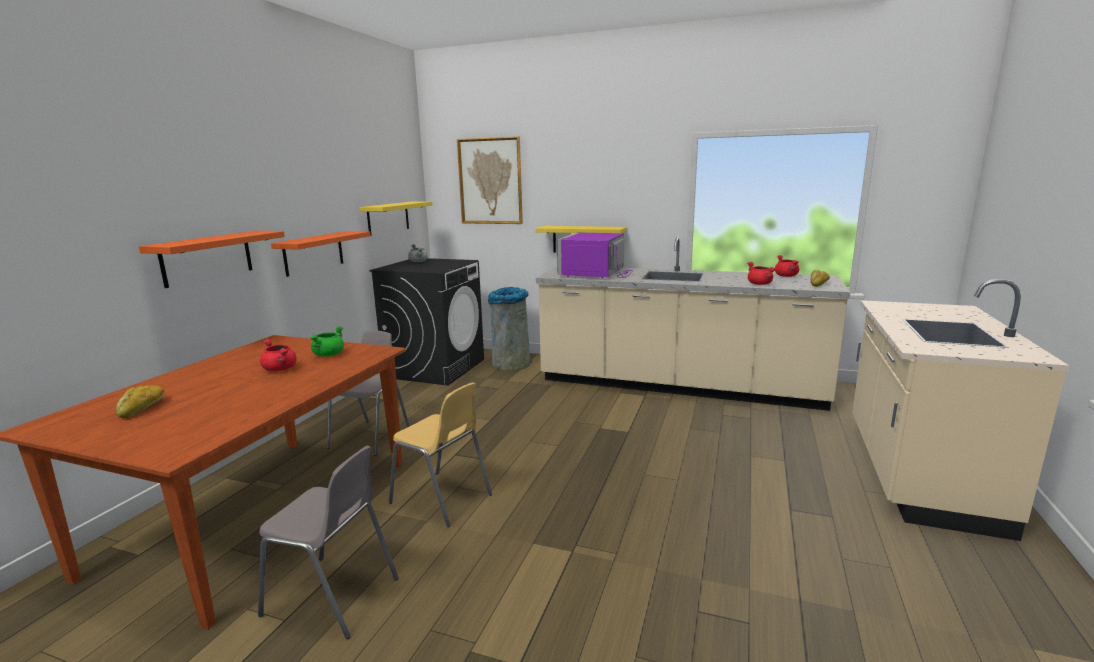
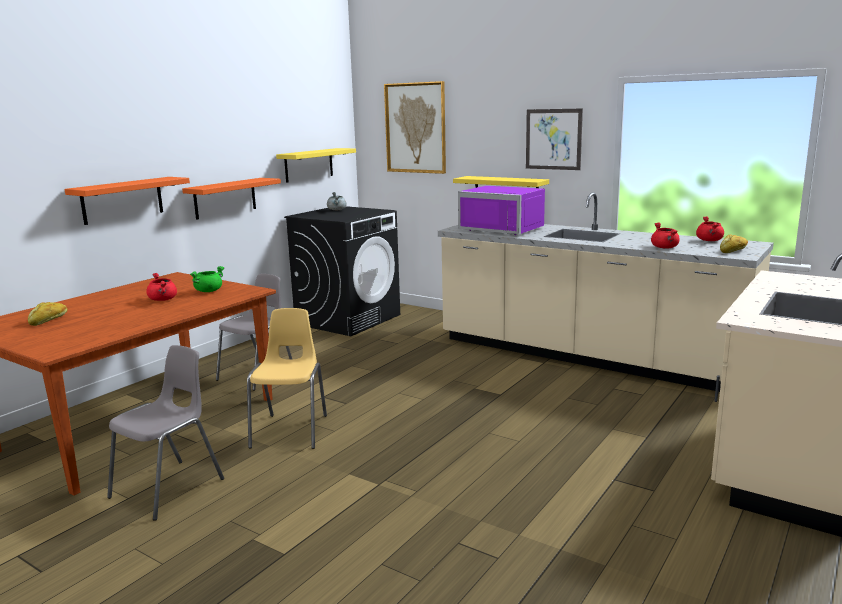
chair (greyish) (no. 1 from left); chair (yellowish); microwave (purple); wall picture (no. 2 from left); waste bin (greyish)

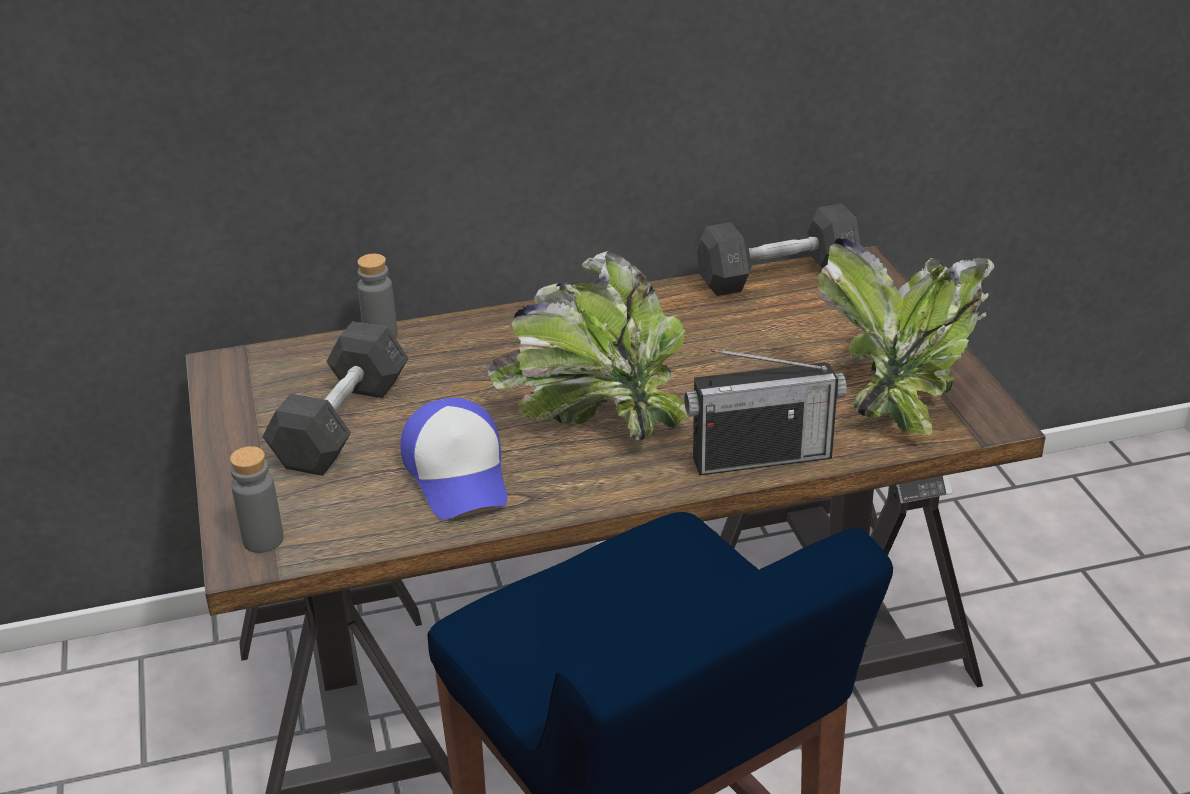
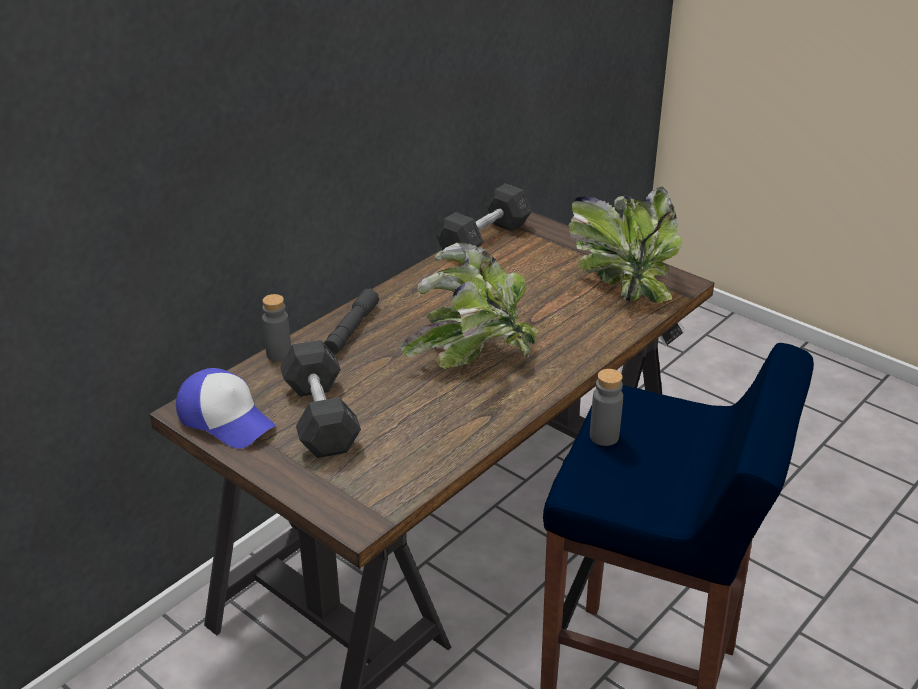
peaked cap; hand torch (greyish); beverage bottle (greyish) (no. 2 from left); radio set

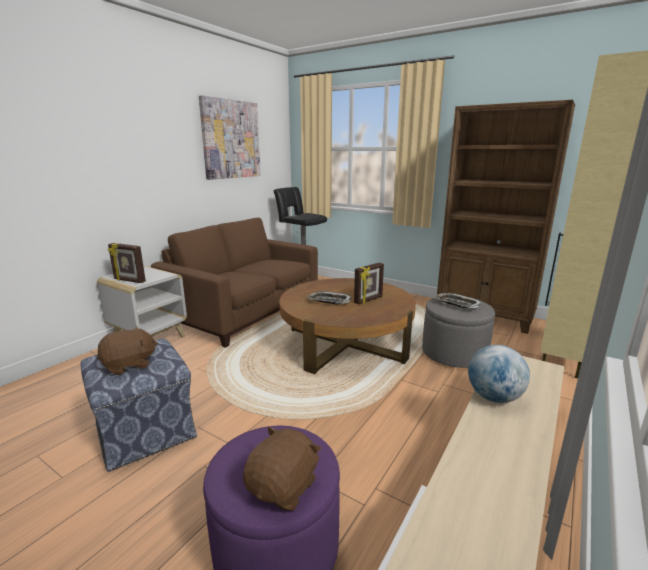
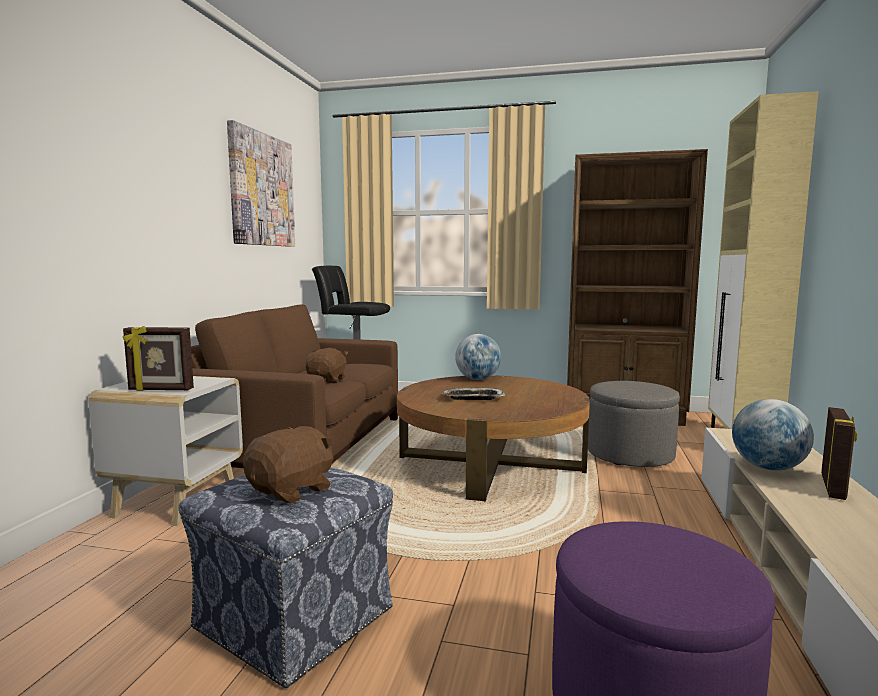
cuddly toy (brownish) (no. 2 from left); world globe (no. 1 from left); photo frame (no. 2 from left); carrying tray (no. 2 from left in the first image)

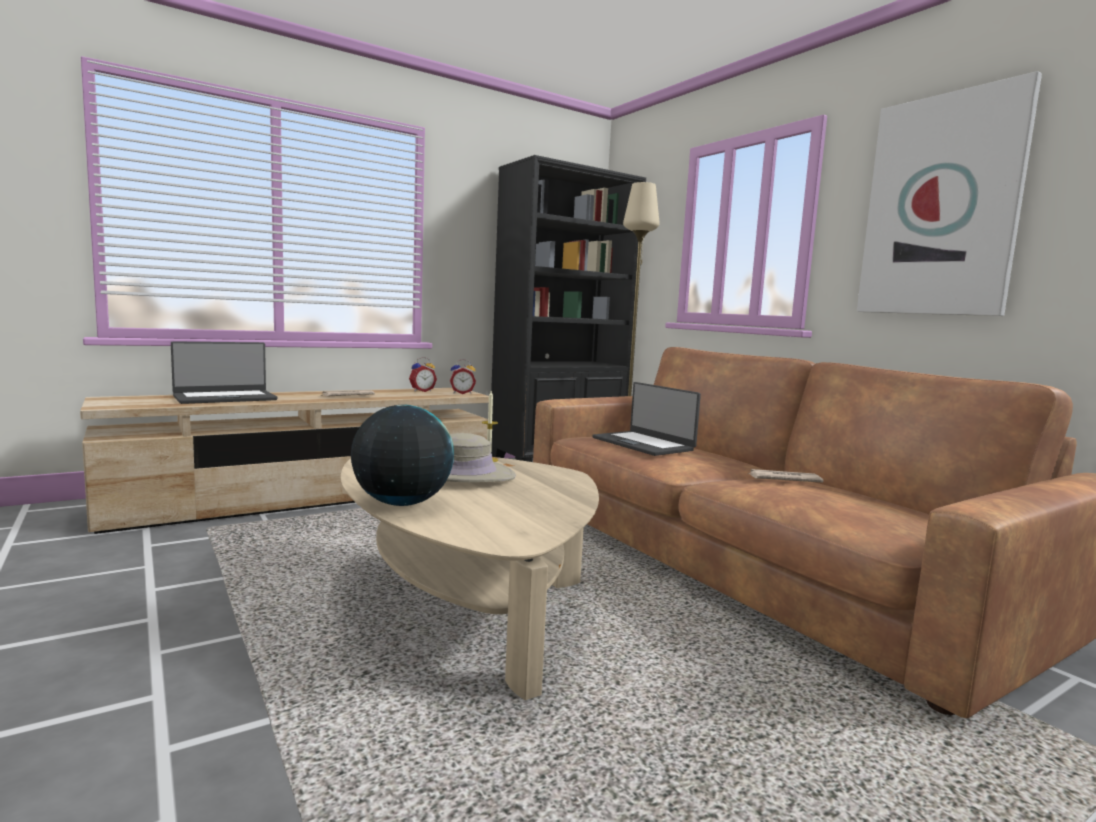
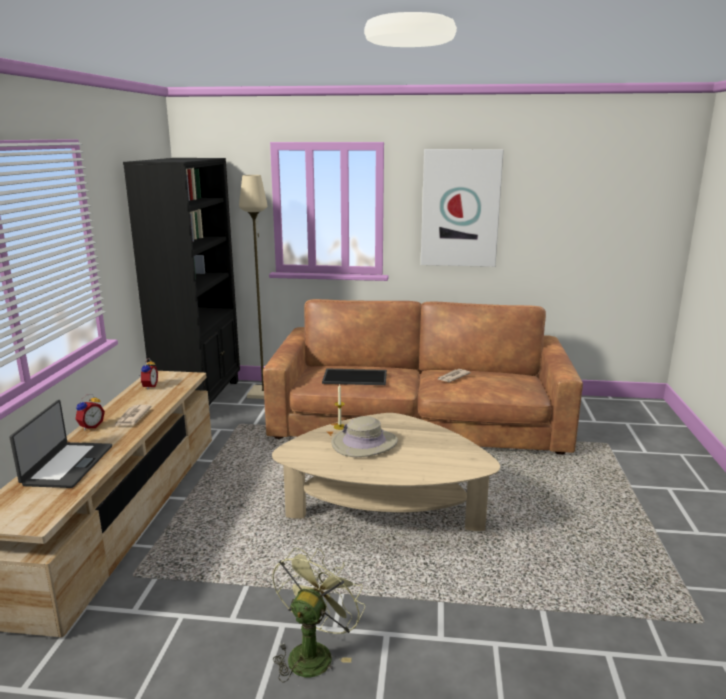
alarm clock (no. 1 from left); cooling fan (greenish); carrying tray; world globe

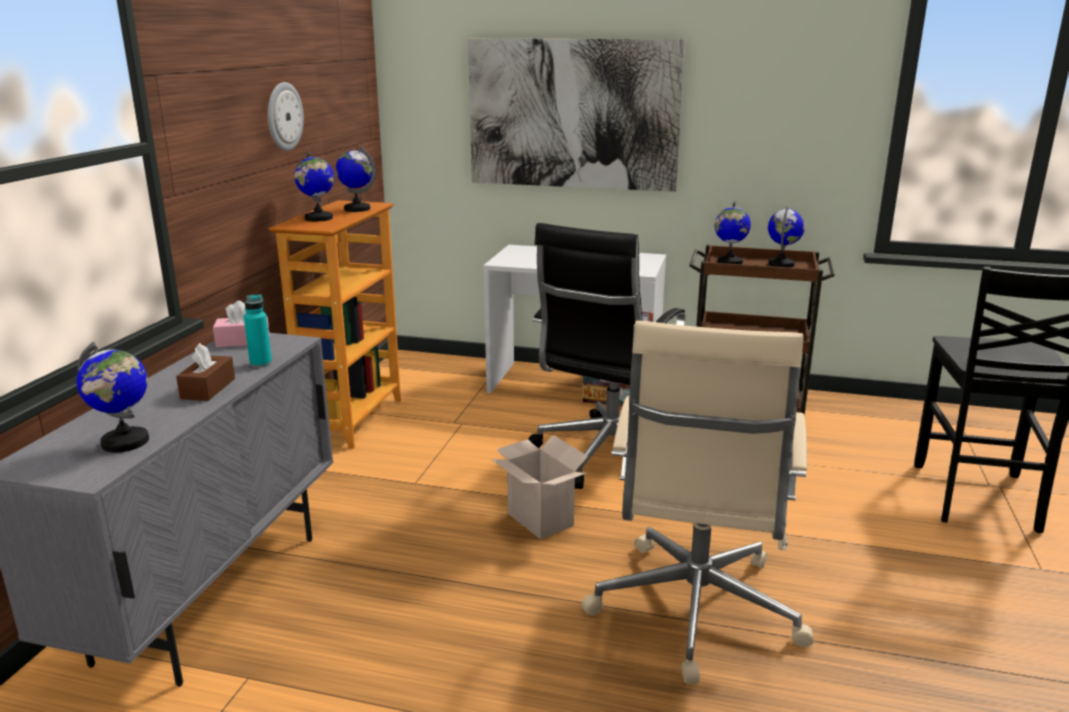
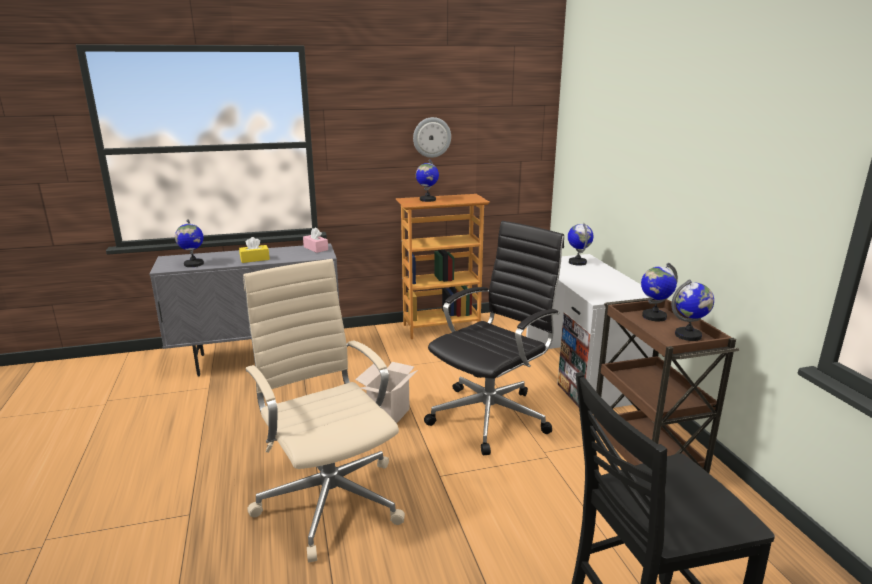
box of tissues (yellowish); office chair (beige); office chair (blackish); world globe (no. 3 from left); beverage bottle (turquoise-coloured); wall picture

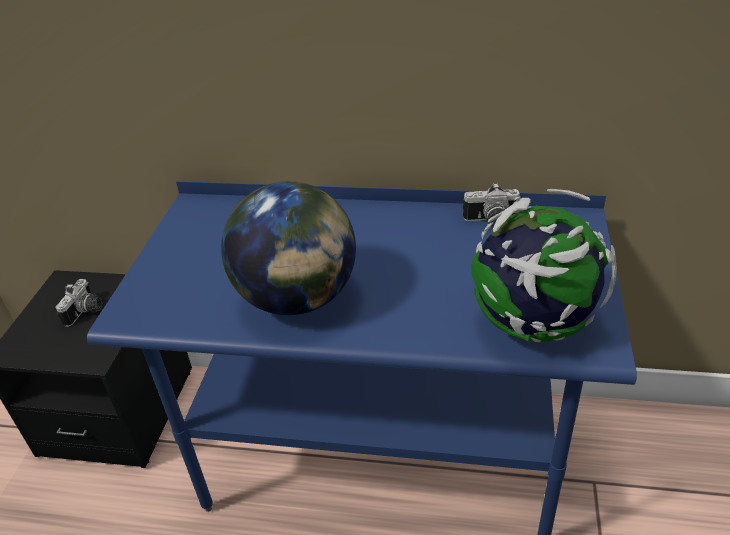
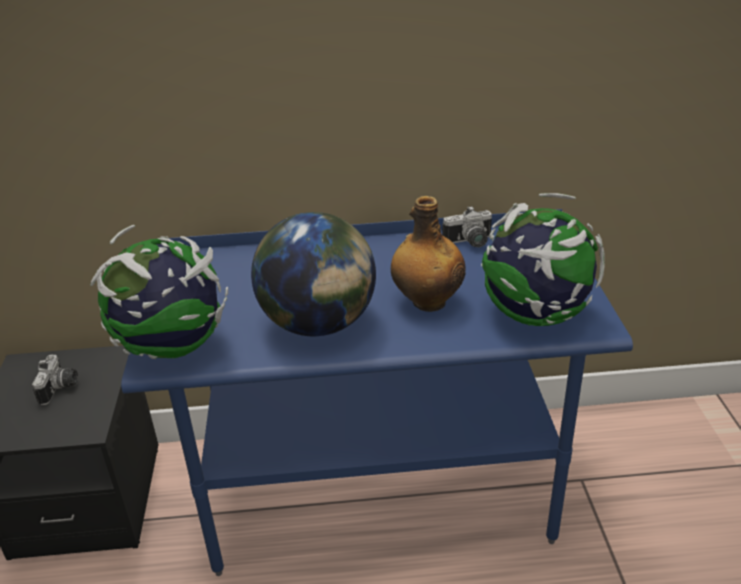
world globe (no. 1 from left); beverage bottle

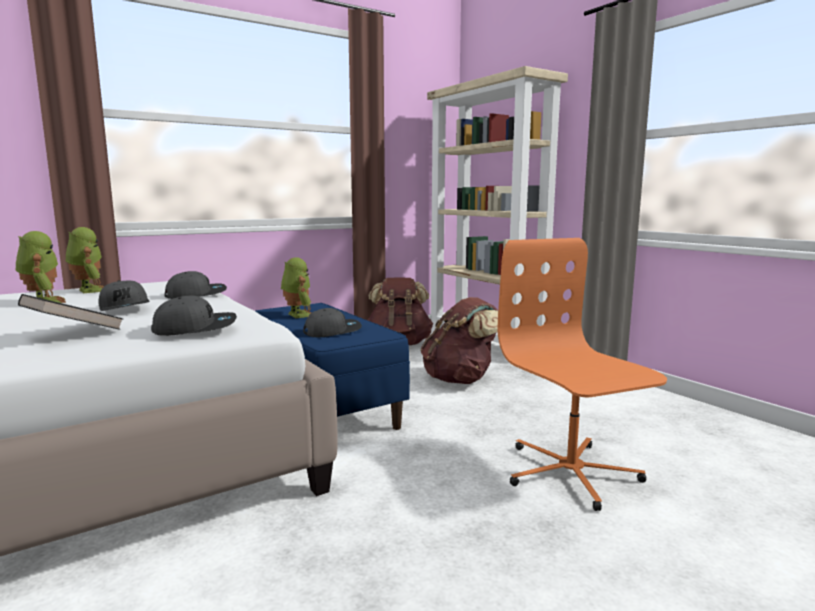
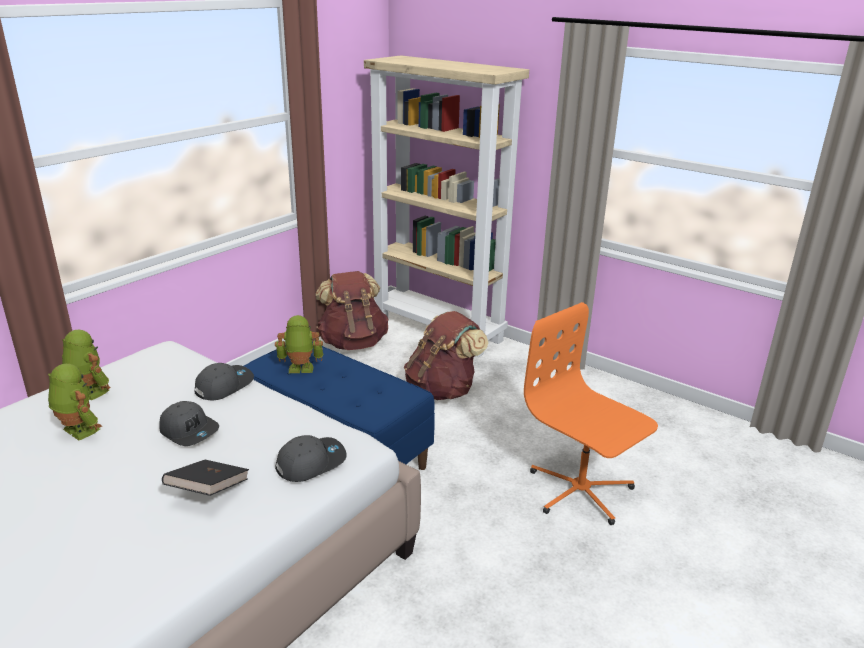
toy robot (no. 3 from left); peaked cap (greyish) (no. 4 from left in the first image)

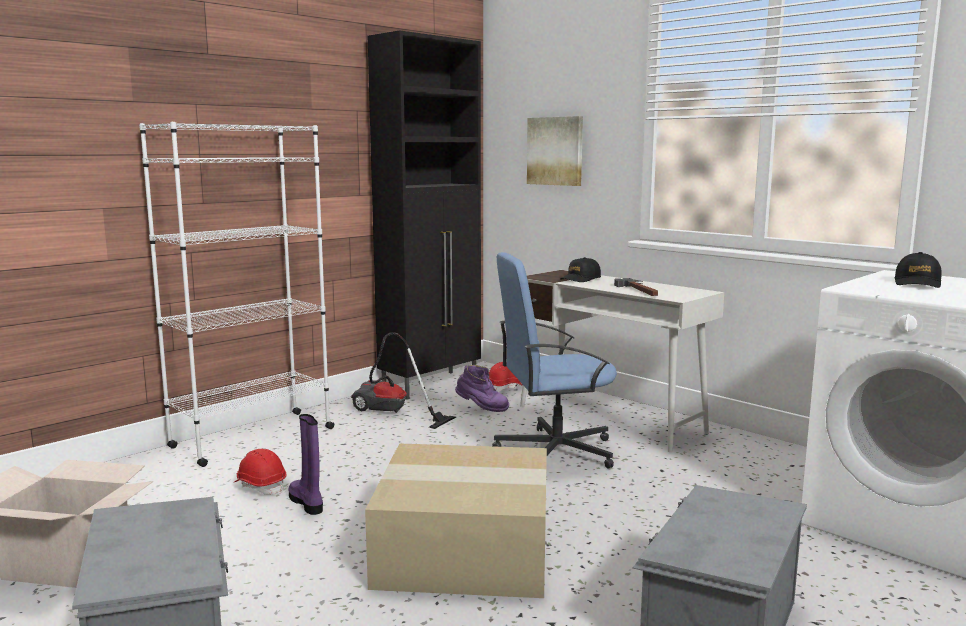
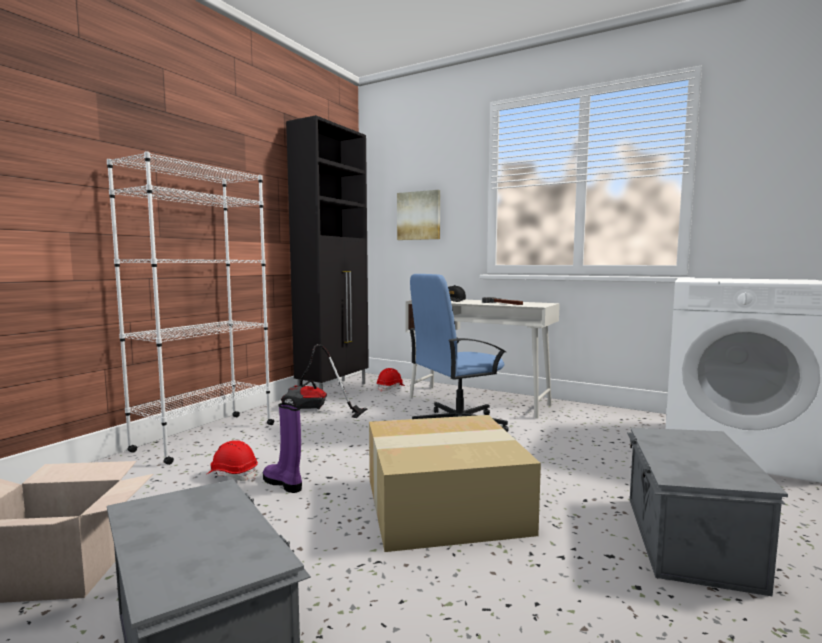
high-top boot (purple) (no. 2 from left in the first image); peaked cap (blackish) (no. 2 from left in the first image)

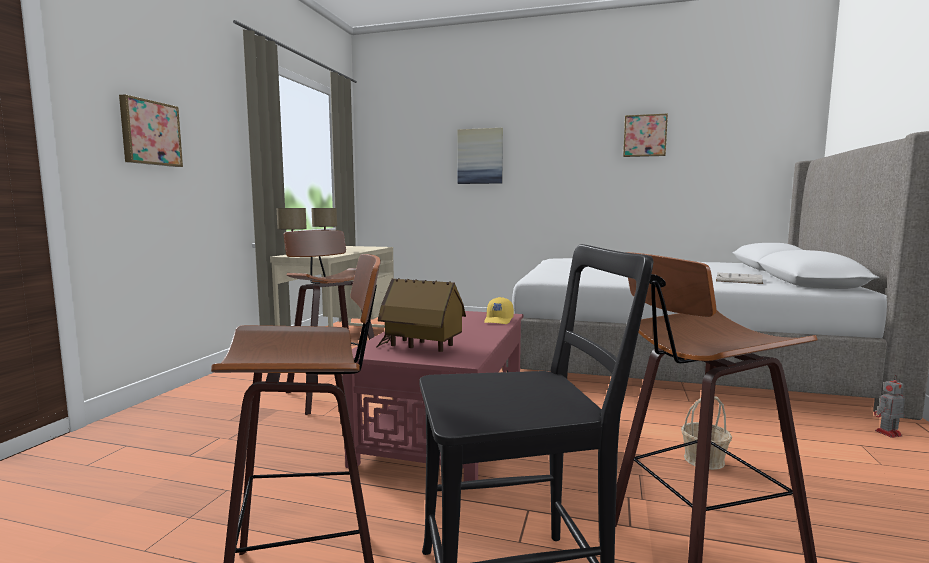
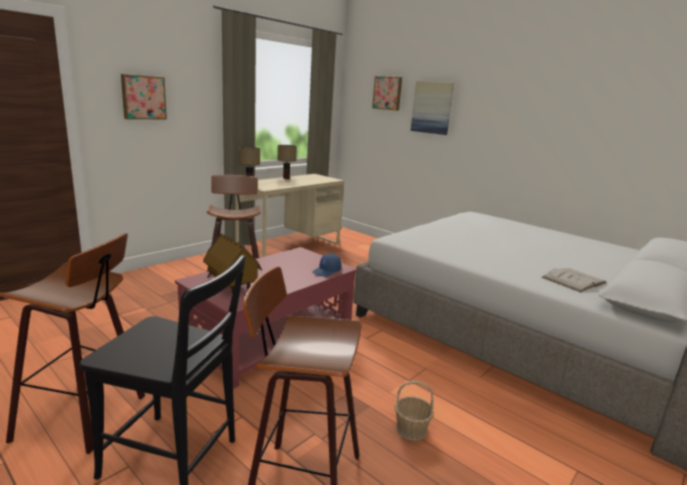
peaked cap (blue-coloured); wall picture (no. 2 from left); toy robot

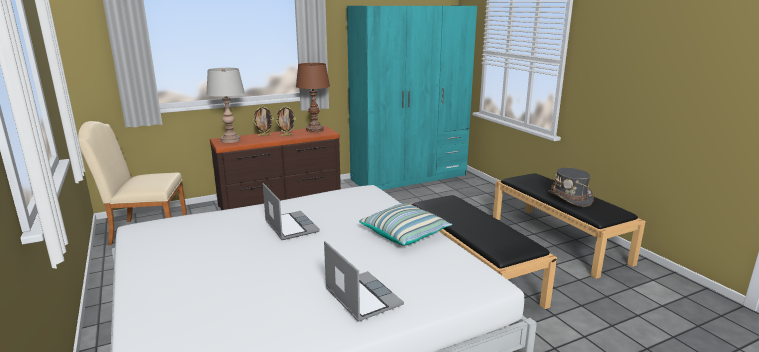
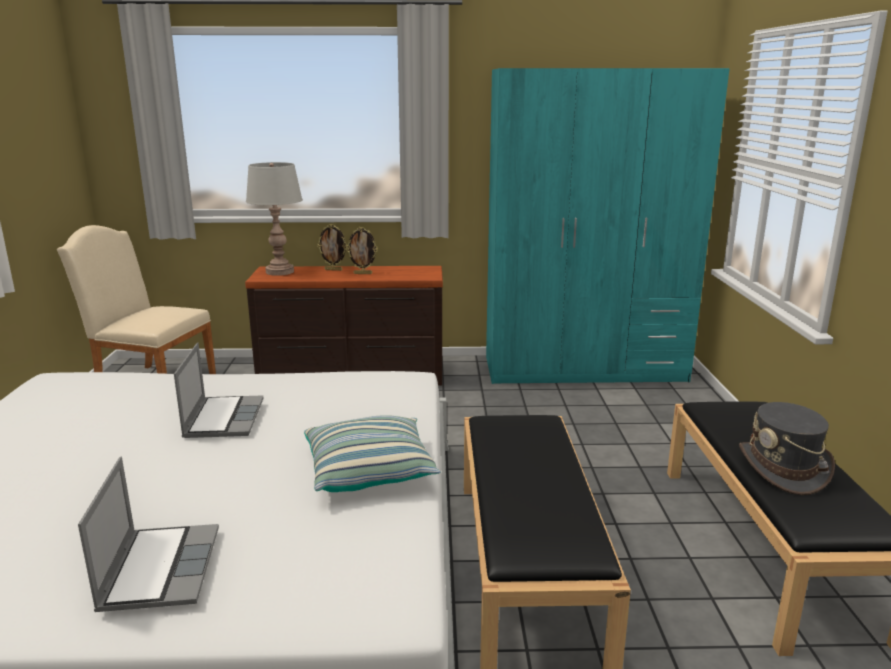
table lamp (brownish)

